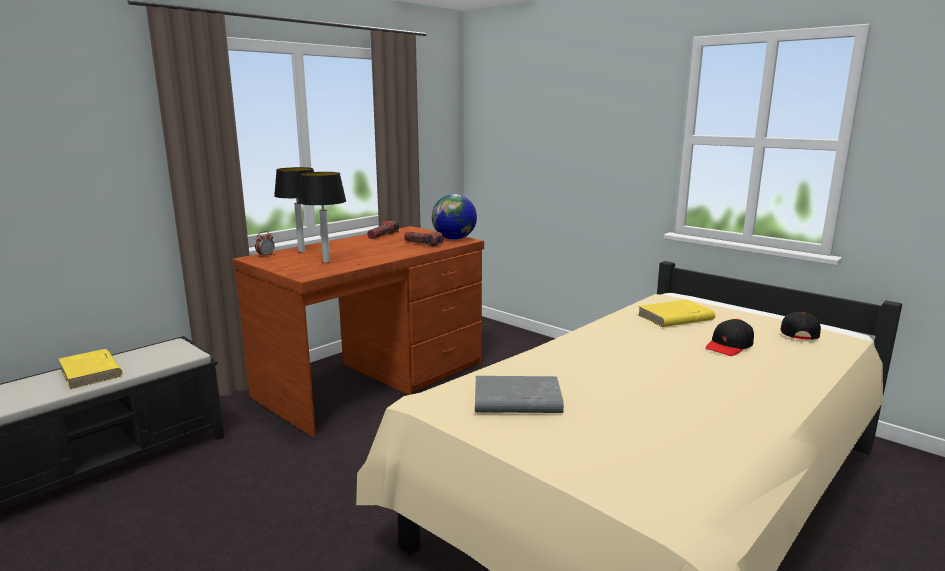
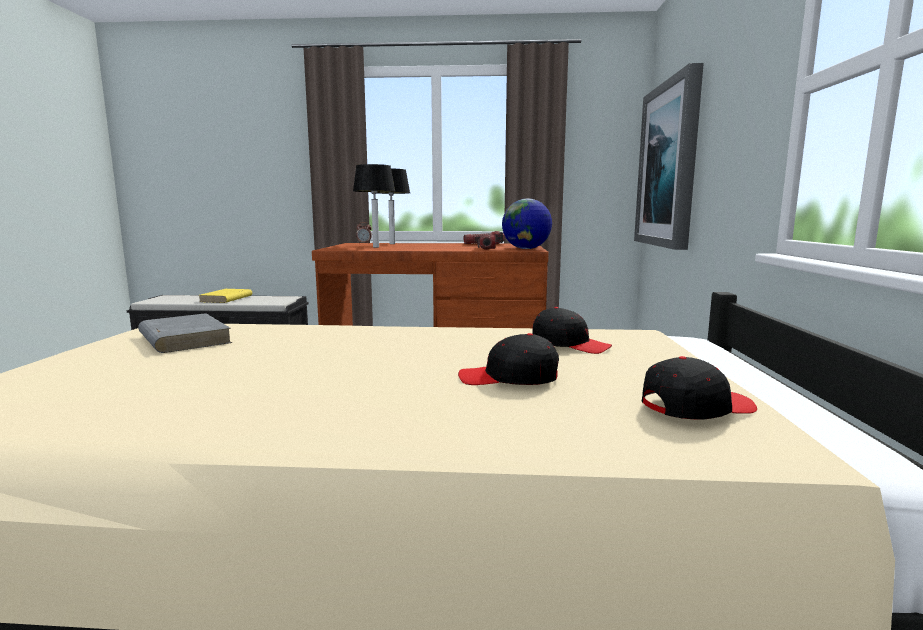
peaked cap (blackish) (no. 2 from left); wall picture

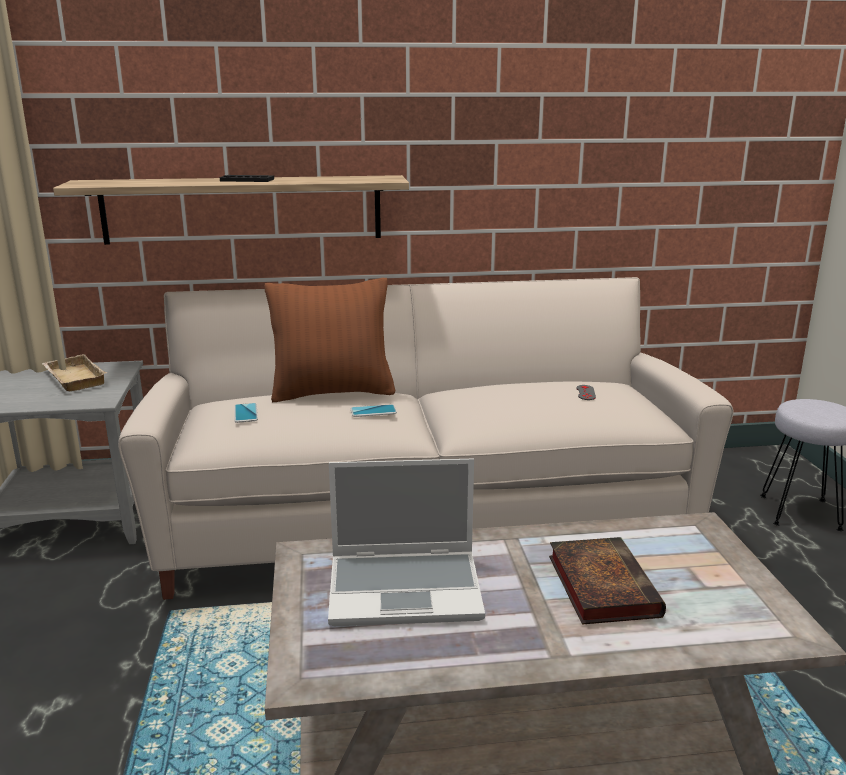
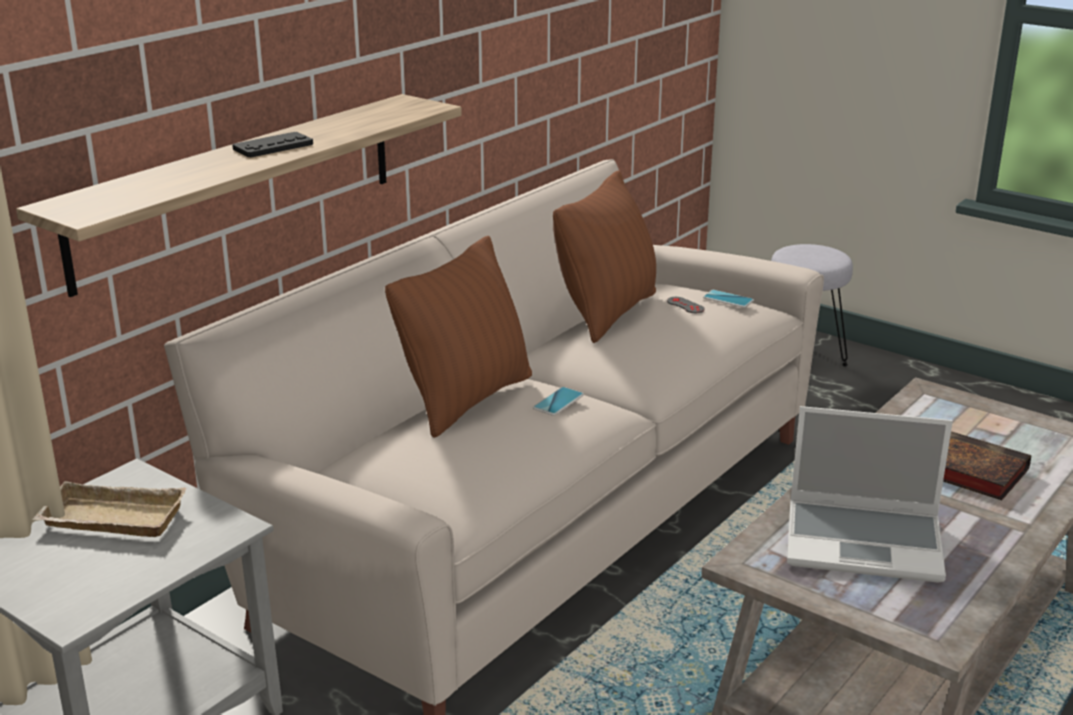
pillow (brownish) (no. 2 from left); telephone (no. 2 from left); laptop

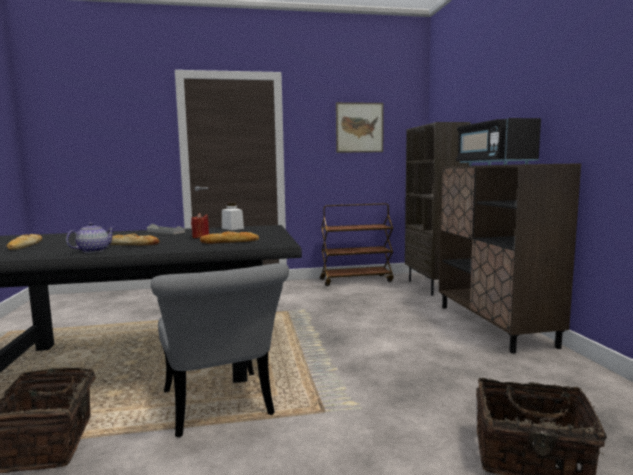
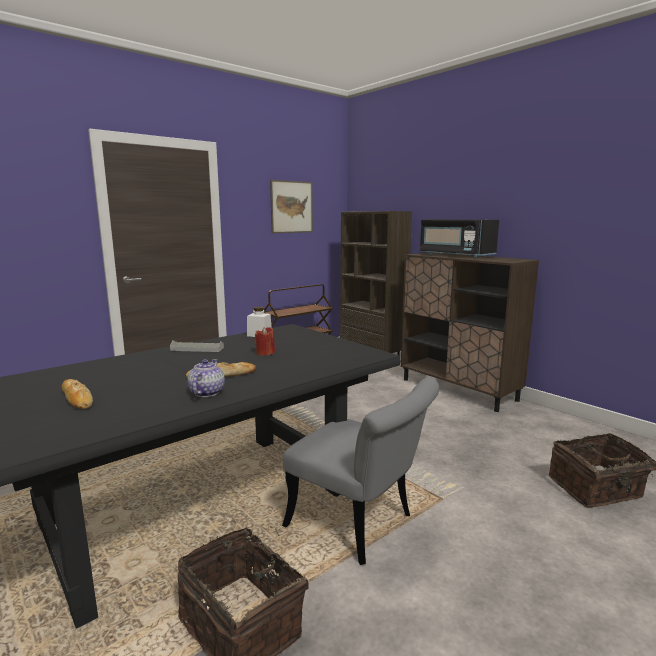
bread (no. 3 from left in the first image)

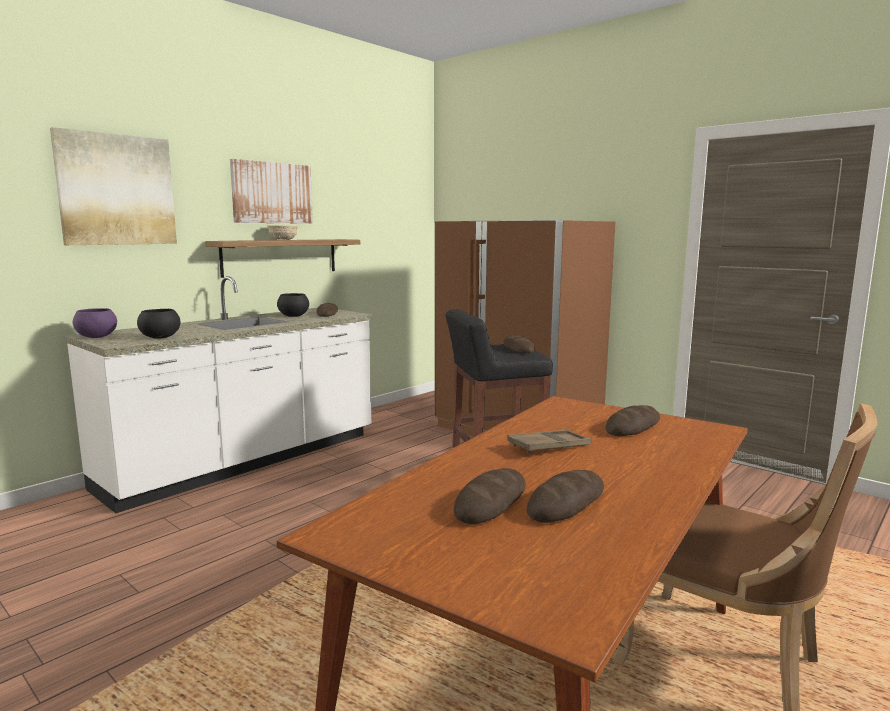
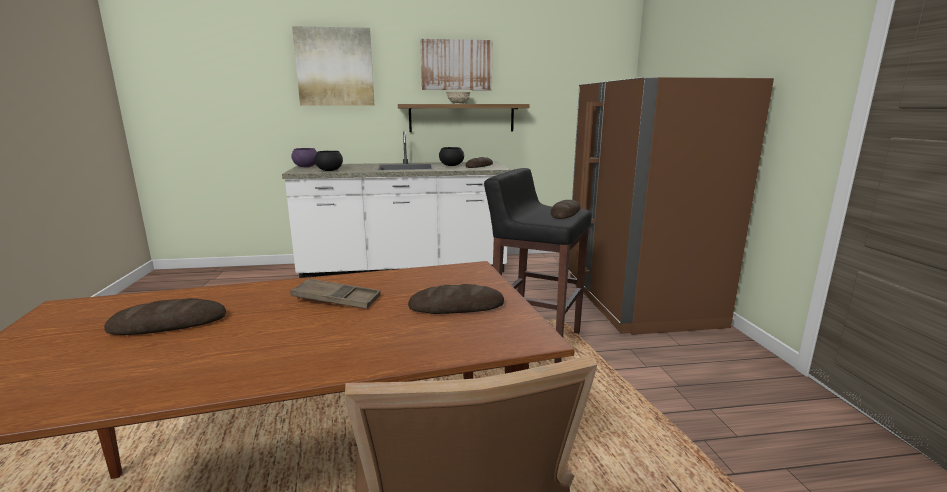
bread (no. 4 from left in the first image)

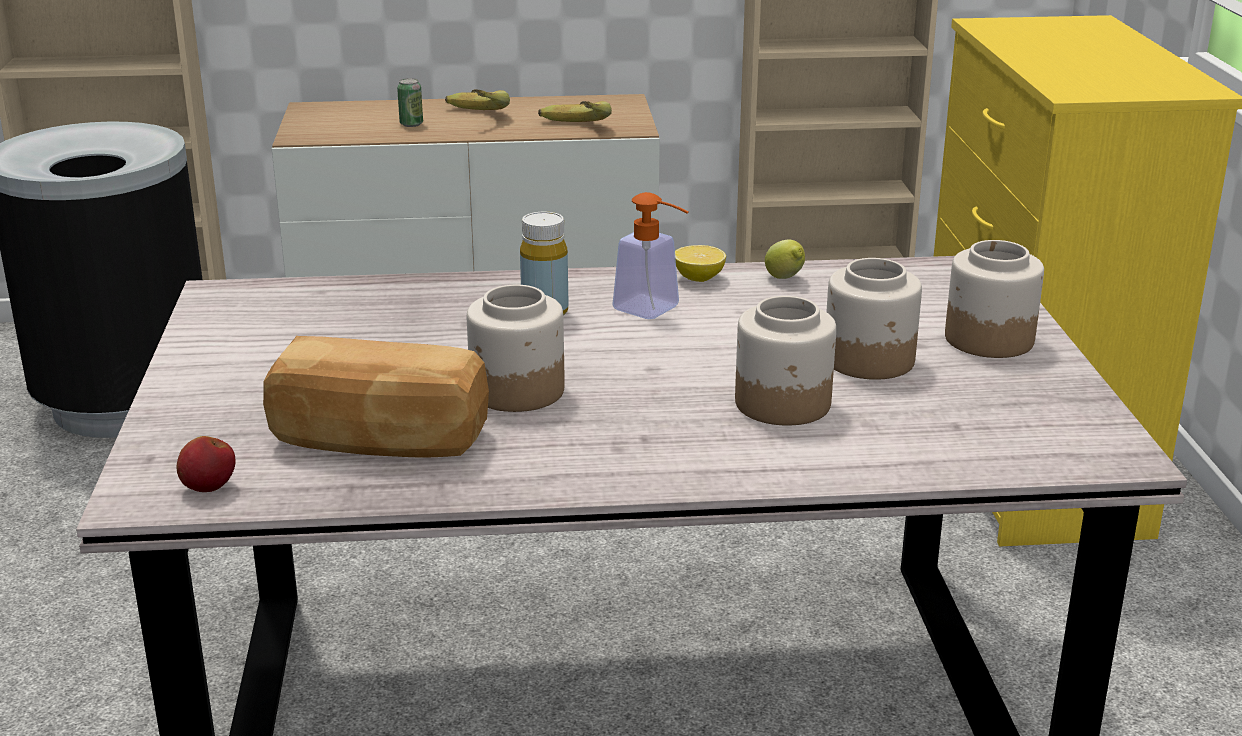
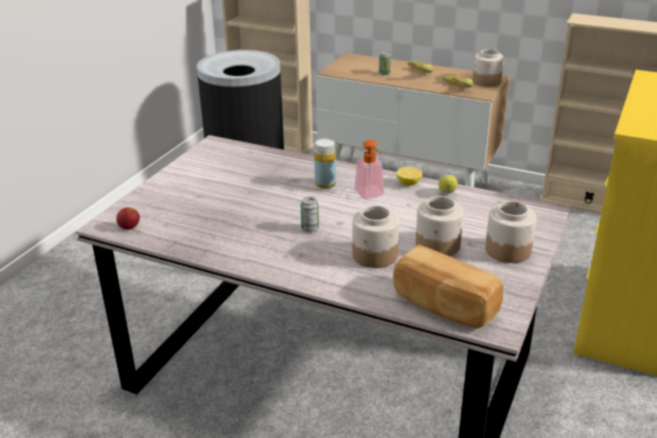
sealed can (no. 1 from left); bread; jar (no. 3 from left)

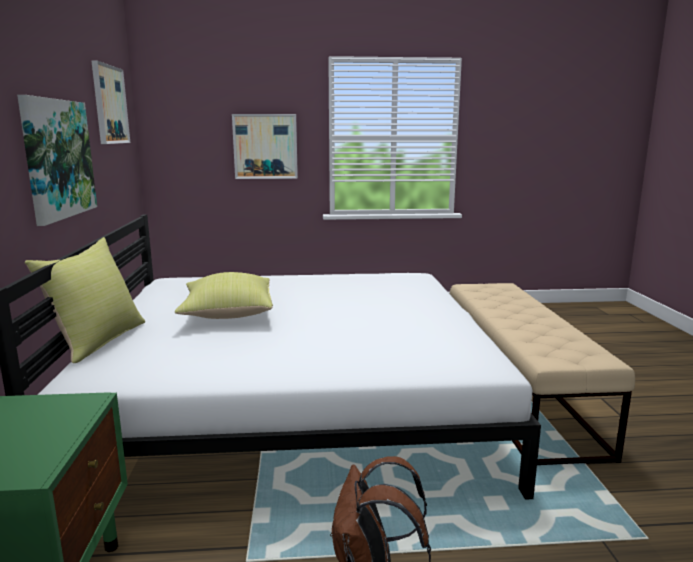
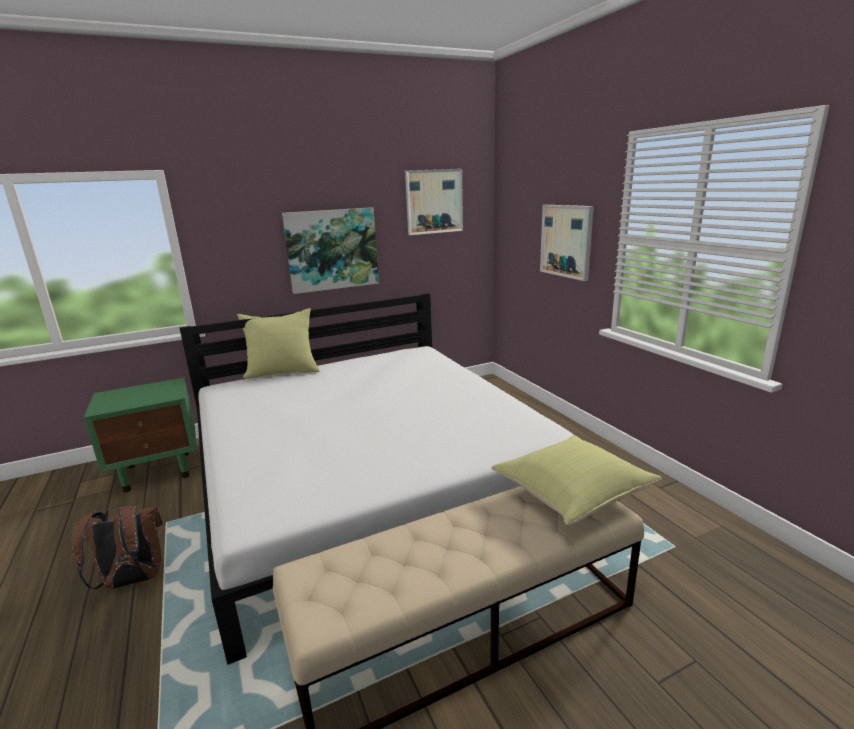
pillow (yellowish) (no. 2 from left)

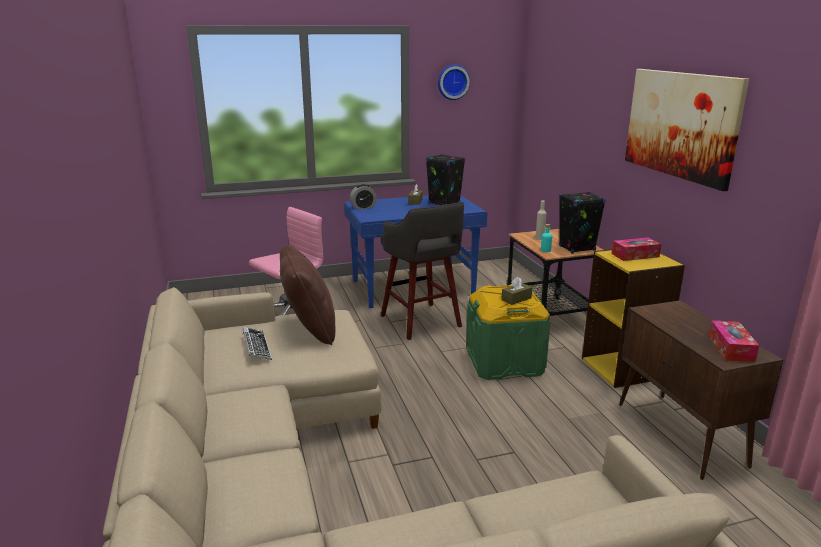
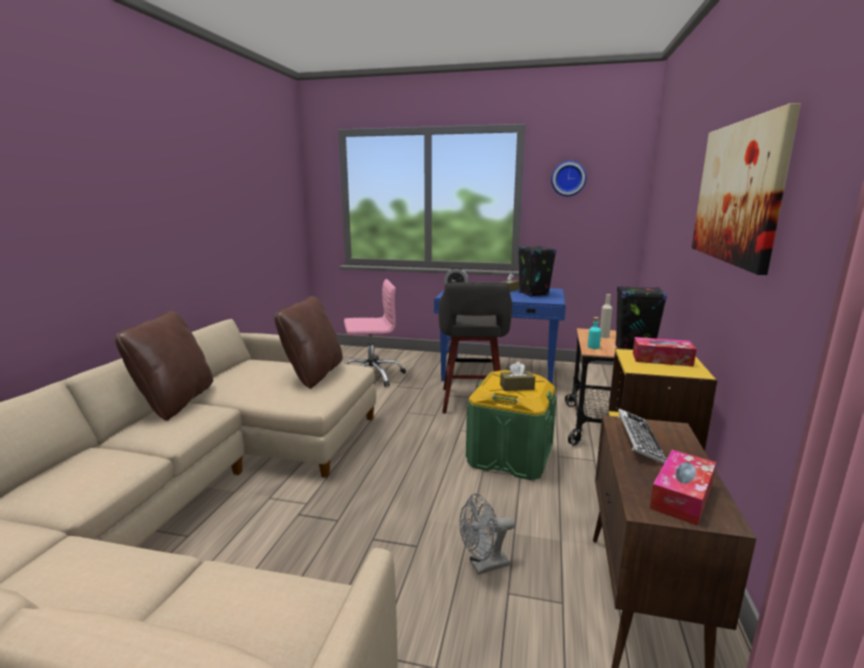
pillow (brownish) (no. 1 from left); cooling fan (greyish); keyboard

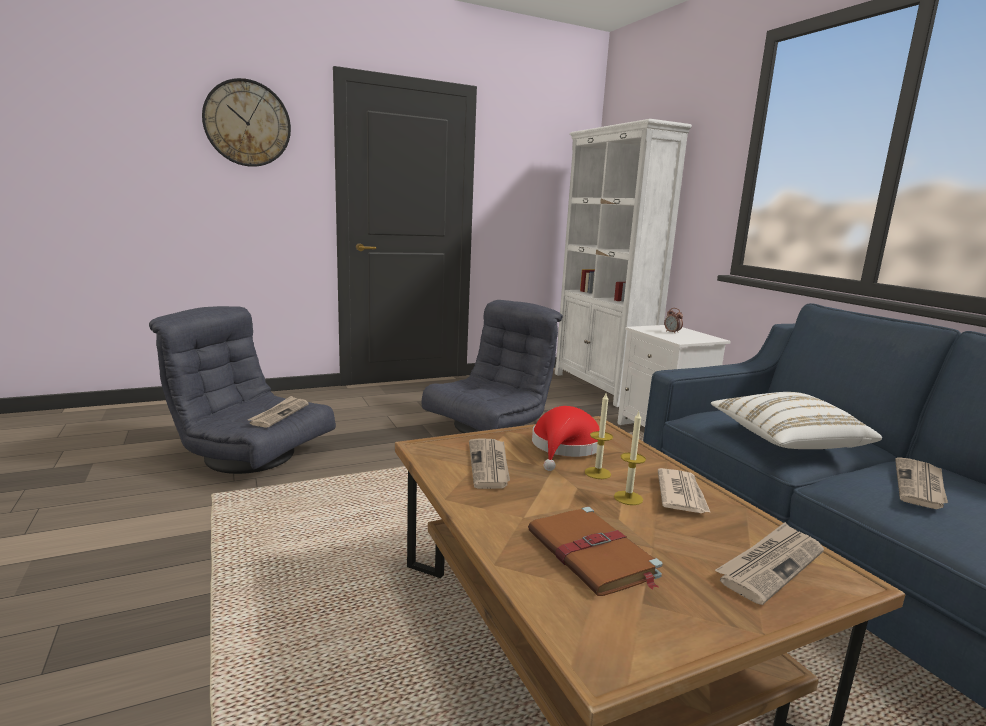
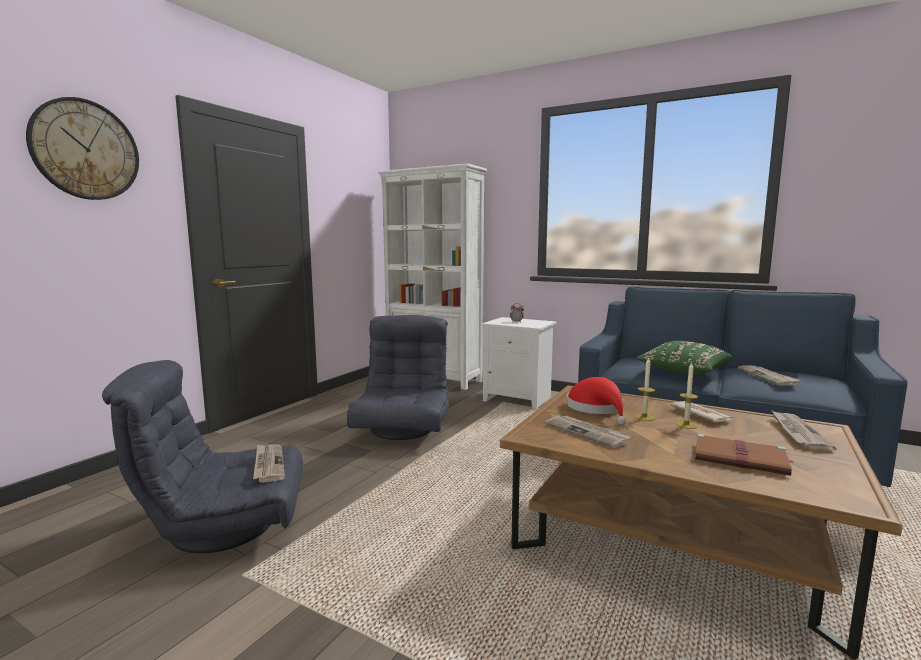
pillow (greenish)

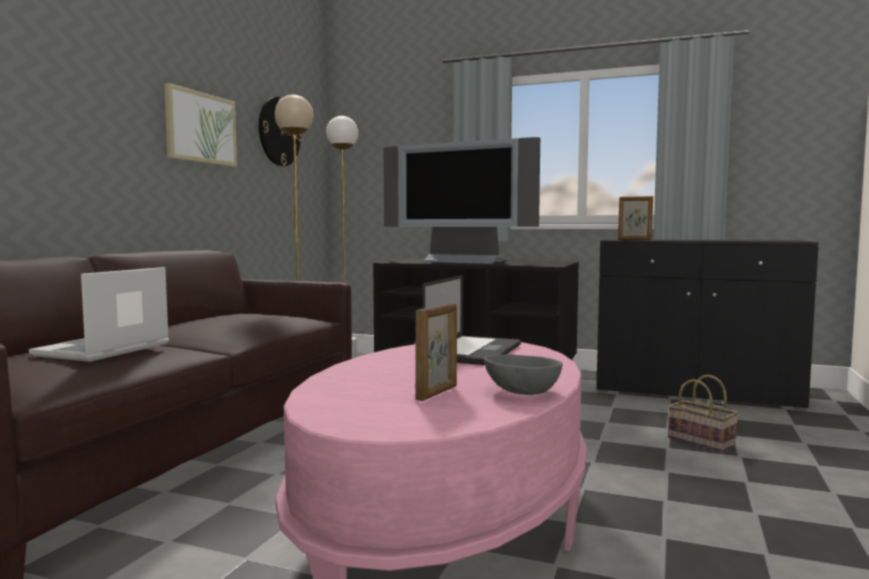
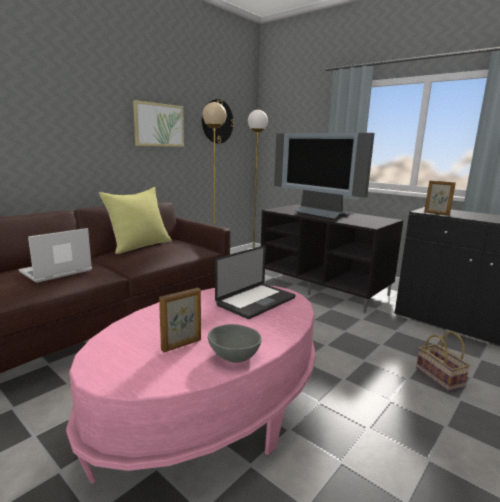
pillow (yellowish)

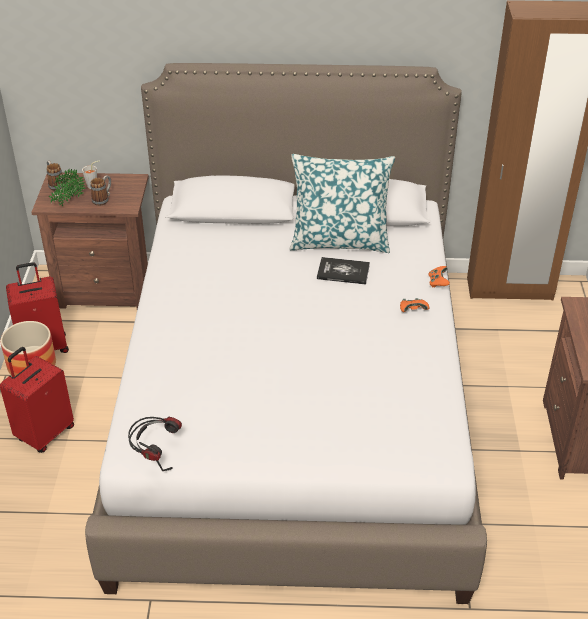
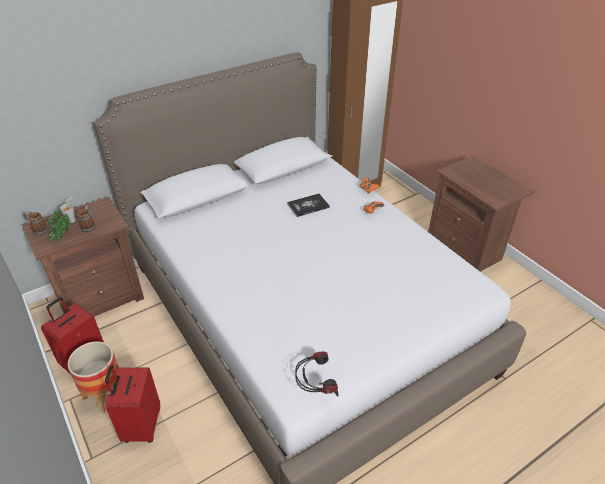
pillow

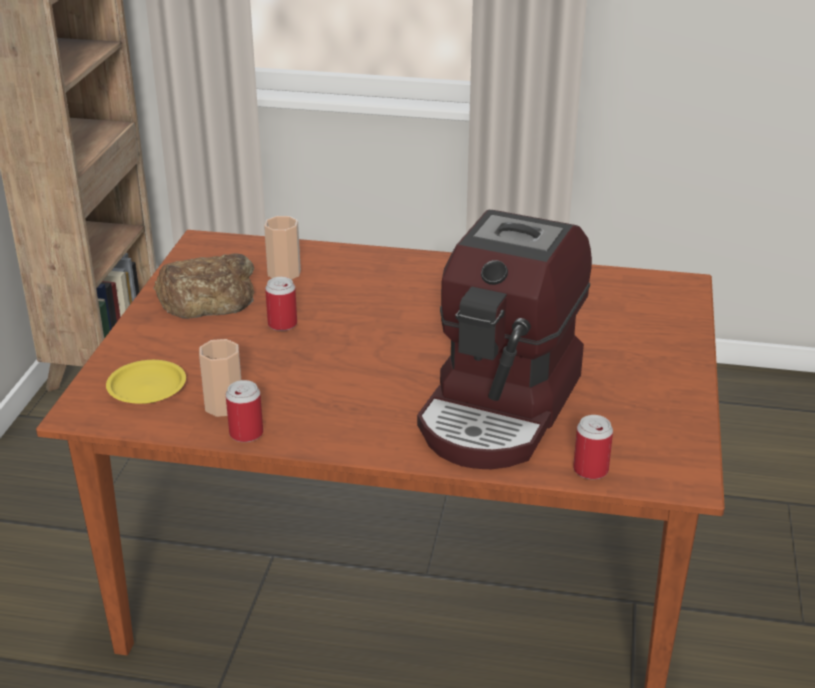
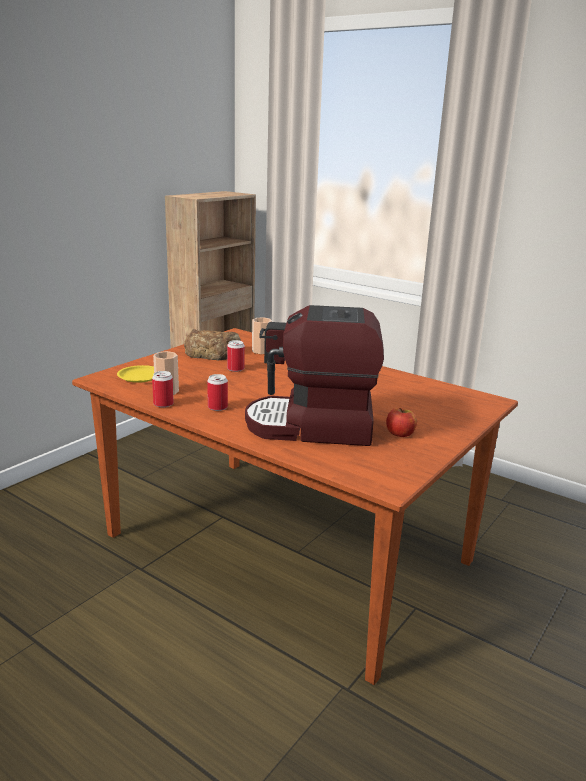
sealed can (no. 2 from left); coffee machine; whole apple

